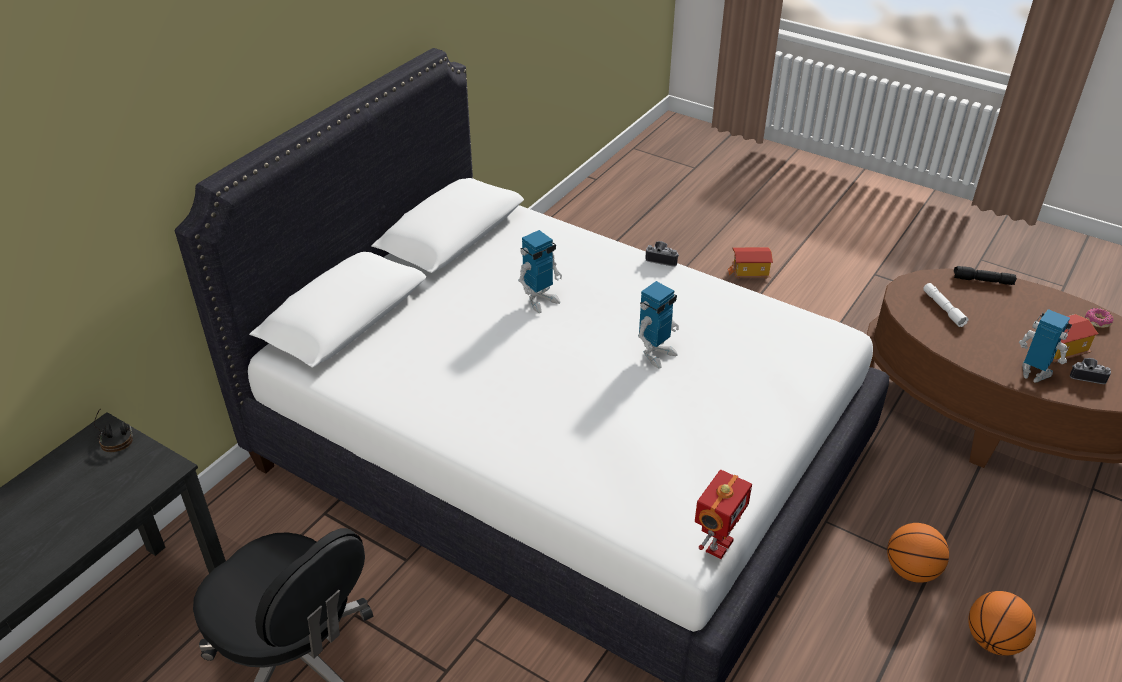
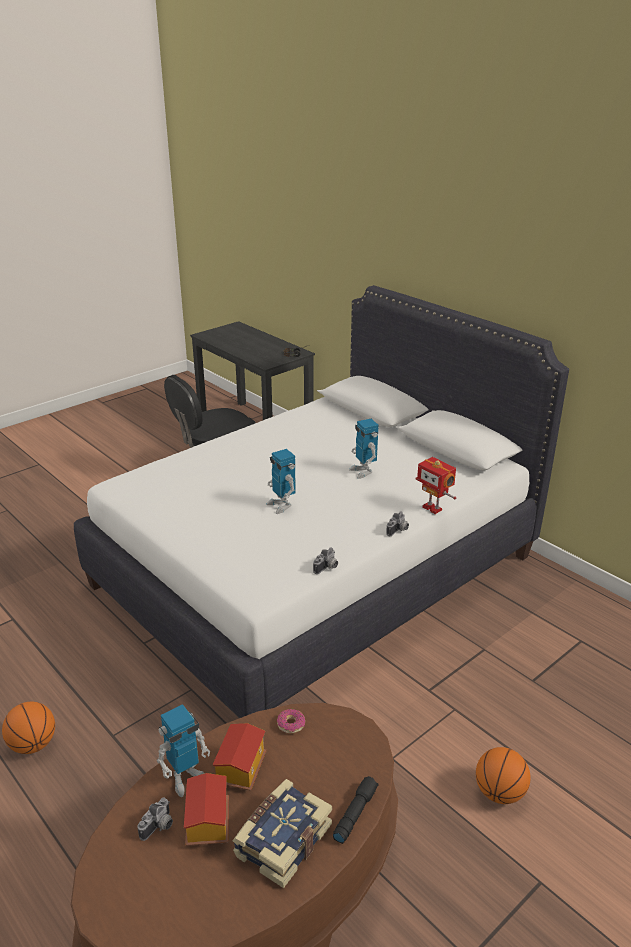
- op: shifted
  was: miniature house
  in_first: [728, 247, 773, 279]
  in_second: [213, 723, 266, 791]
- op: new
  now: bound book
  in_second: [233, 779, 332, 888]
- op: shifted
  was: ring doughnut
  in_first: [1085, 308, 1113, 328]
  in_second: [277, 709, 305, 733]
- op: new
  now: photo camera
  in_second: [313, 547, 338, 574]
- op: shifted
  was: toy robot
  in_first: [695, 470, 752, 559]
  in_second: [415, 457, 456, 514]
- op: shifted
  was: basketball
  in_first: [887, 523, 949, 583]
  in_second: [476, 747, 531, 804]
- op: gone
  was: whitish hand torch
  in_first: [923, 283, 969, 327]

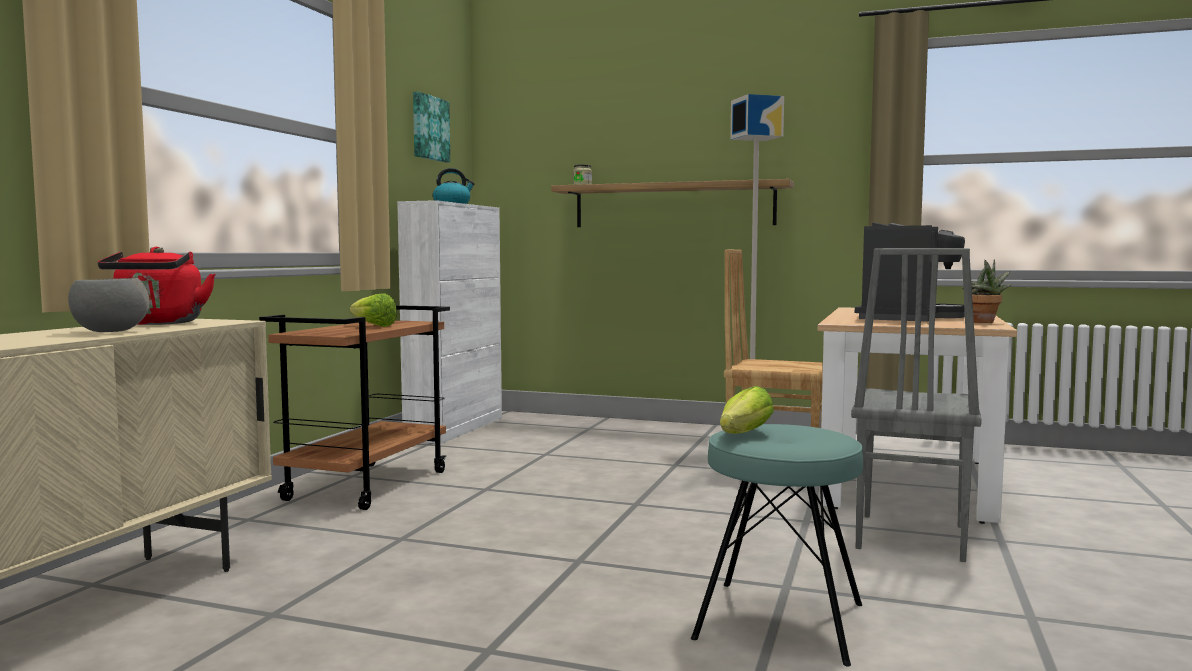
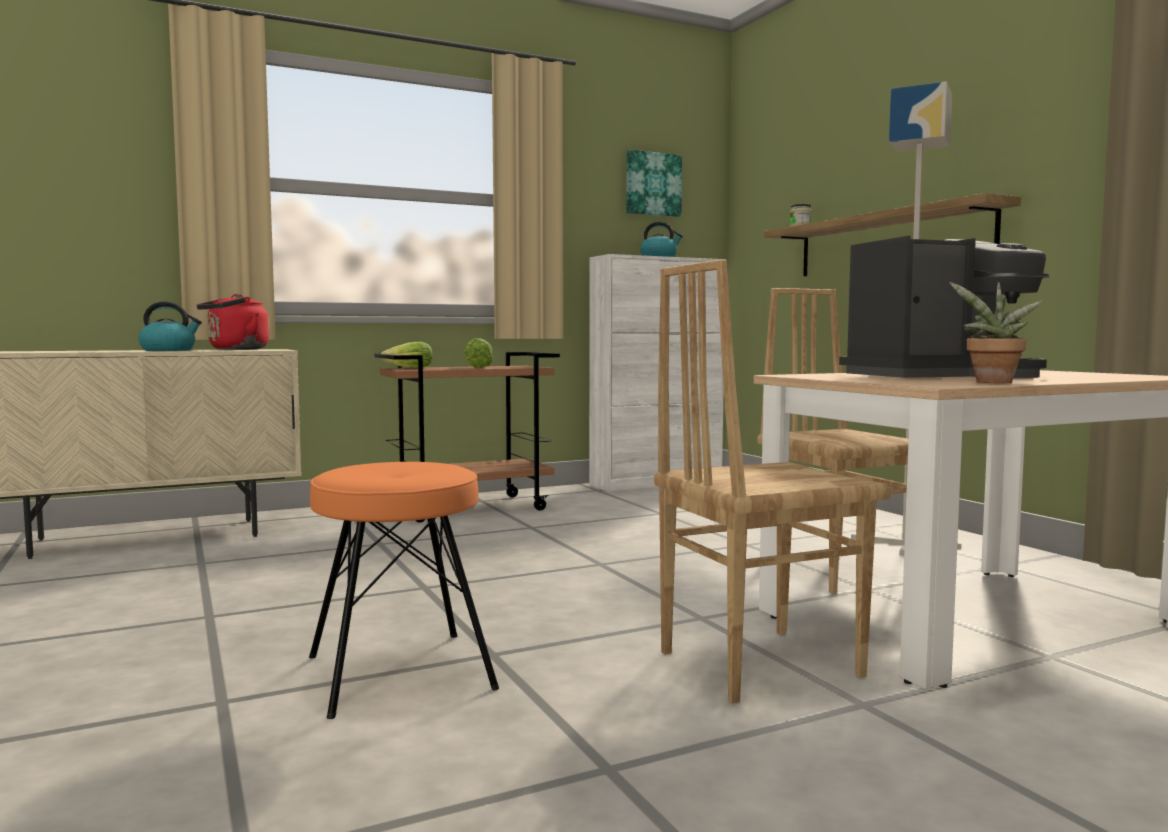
- op: swapped
  was: grey bowl
  now: water kettle
  in_first: [68, 278, 150, 332]
  in_second: [138, 302, 202, 351]
- op: repainted
  was: turquoise-coloured stool
  now: orange-coloured stool
  in_first: [691, 424, 863, 667]
  in_second: [309, 462, 499, 719]
- op: shifted
  was: lettuce head
  in_first: [720, 386, 774, 434]
  in_second: [381, 342, 433, 368]
- op: repainted
  was: grey plain chair
  now: brown-coloured plain chair
  in_first: [851, 248, 982, 562]
  in_second: [654, 259, 891, 704]

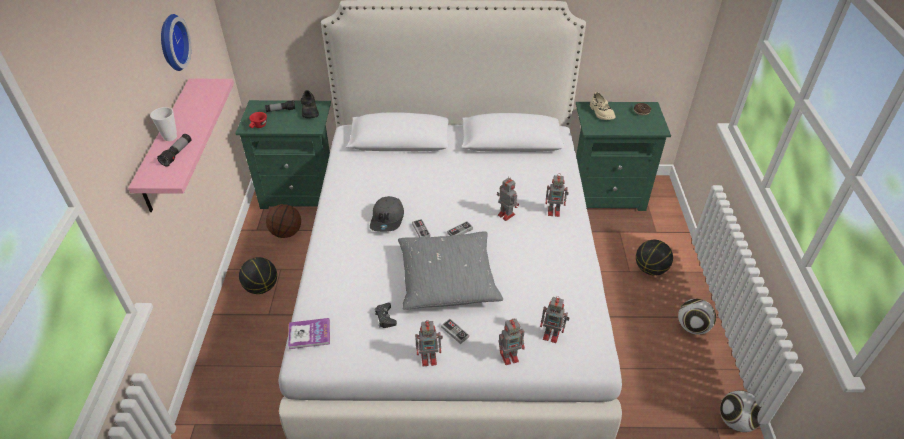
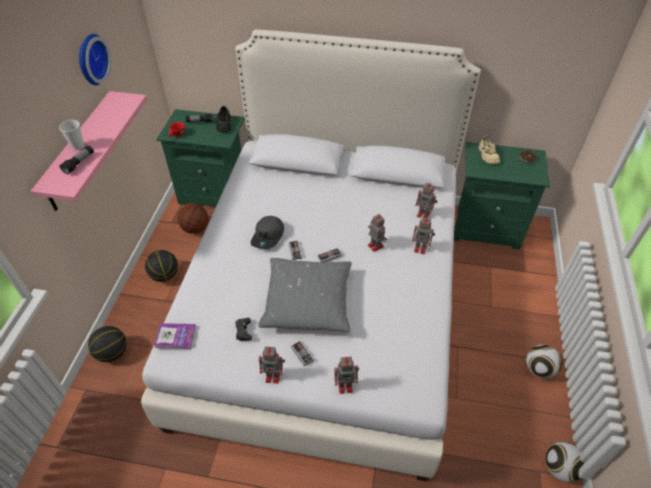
- op: shifted
  was: basketball
  in_first: [636, 240, 673, 276]
  in_second: [88, 326, 126, 362]
- op: shifted
  was: toy robot
  in_first: [540, 296, 569, 343]
  in_second: [415, 182, 437, 218]

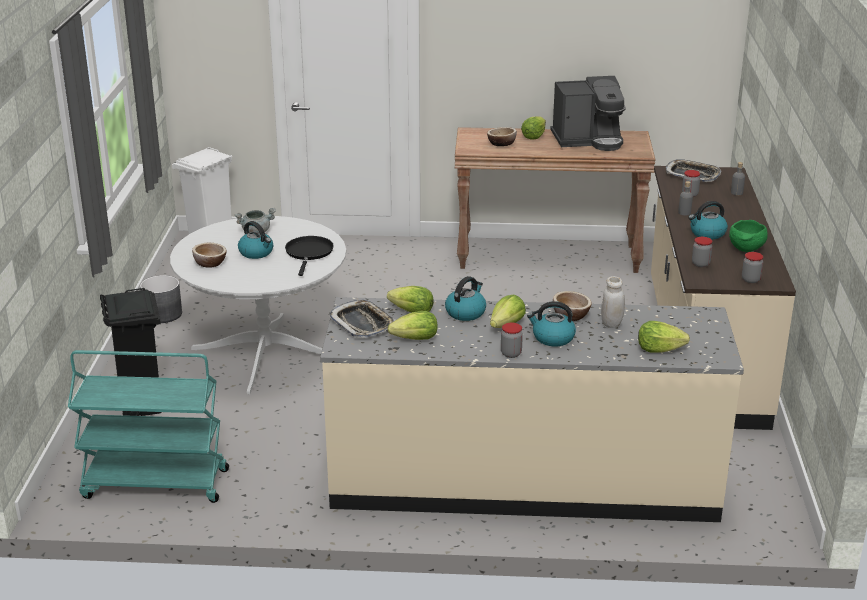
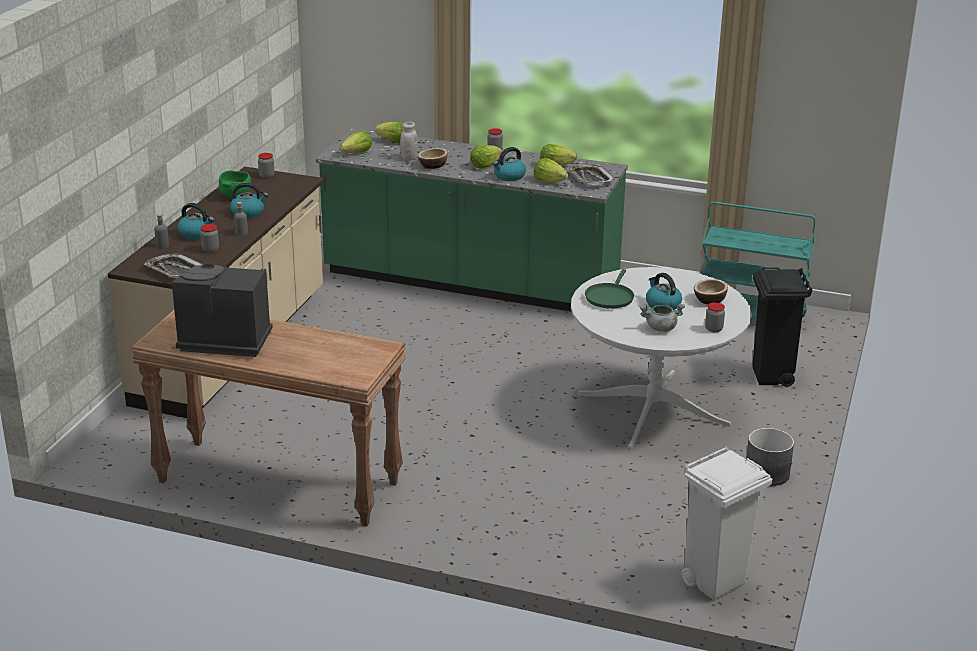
- op: shifted
  was: water kettle
  in_first: [527, 301, 576, 346]
  in_second: [178, 203, 214, 240]
- op: repainted
  was: beige kitchen base unit
  now: green kitchen base unit
  in_first: [320, 297, 744, 522]
  in_second: [316, 128, 628, 312]
- op: shifted
  was: lettuce head
  in_first: [521, 116, 546, 140]
  in_second: [340, 131, 372, 153]
- op: repainted
  was: black skillet
  now: green skillet
  in_first: [285, 236, 334, 276]
  in_second: [585, 269, 634, 309]
- op: shifted
  was: storage jar
  in_first: [692, 237, 712, 267]
  in_second: [705, 302, 725, 332]
- op: gone
  was: bowl
  in_first: [487, 127, 517, 146]

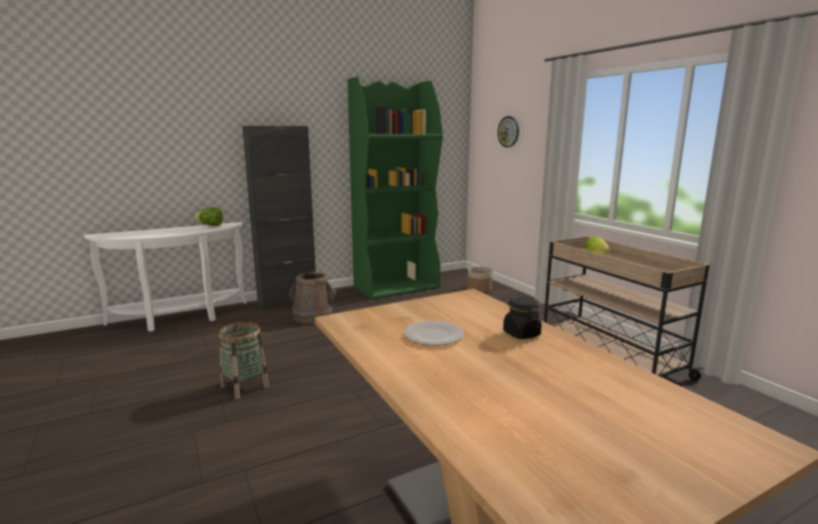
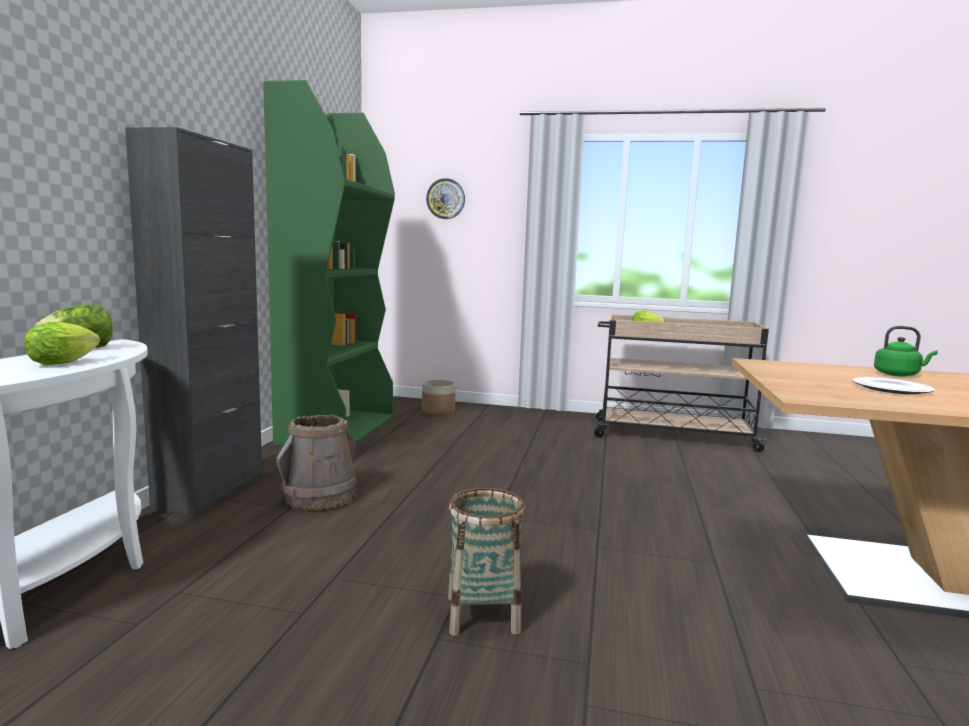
- op: new
  now: lettuce head
  in_second: [24, 322, 100, 365]
- op: swapped
  was: black storage jar
  now: green water kettle
  in_first: [503, 297, 542, 339]
  in_second: [874, 326, 938, 377]

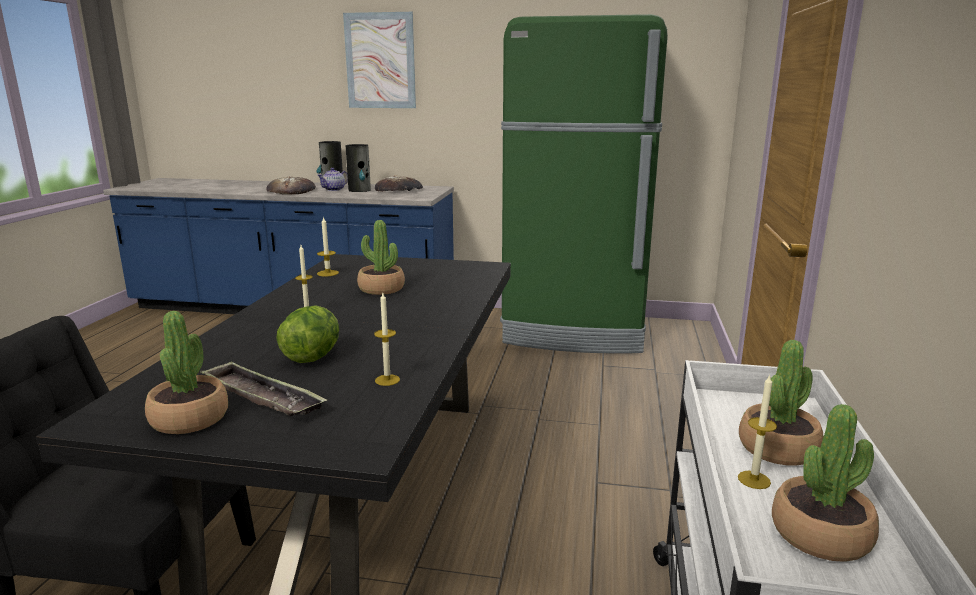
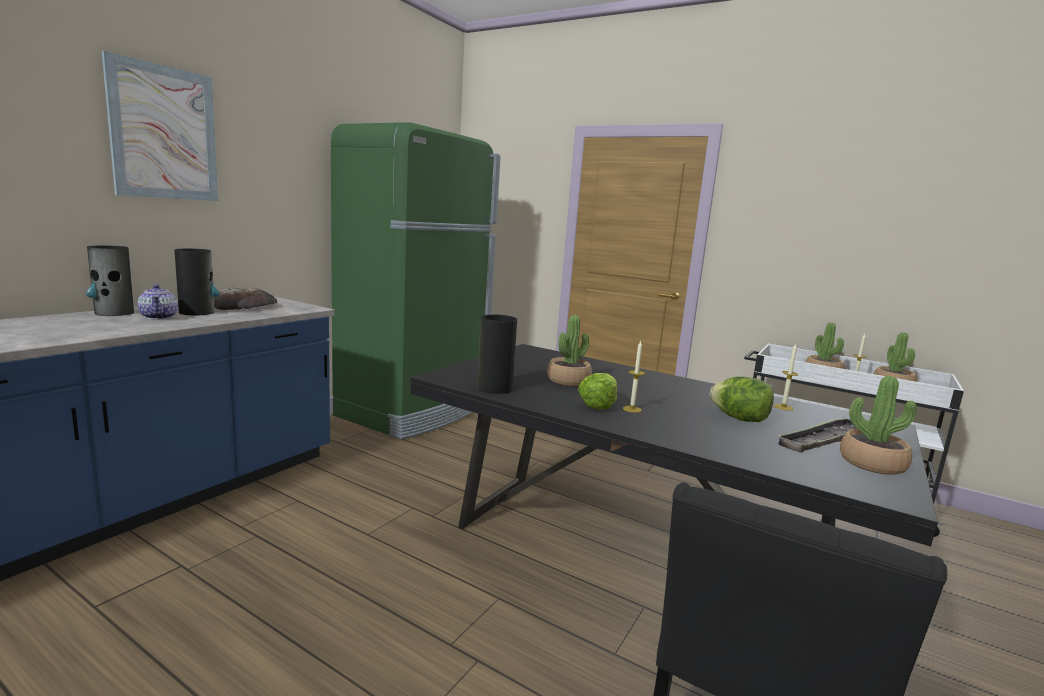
- op: swapped
  was: wax light
  now: decorative vase
  in_first: [317, 216, 339, 277]
  in_second: [477, 314, 517, 394]
- op: new
  now: lettuce head
  in_second: [578, 373, 617, 410]
- op: gone
  was: bread
  in_first: [266, 176, 316, 195]

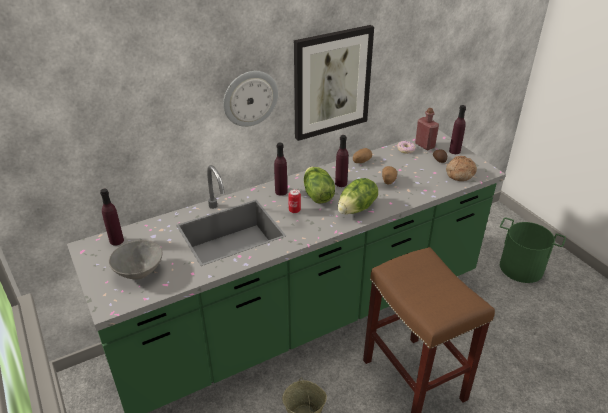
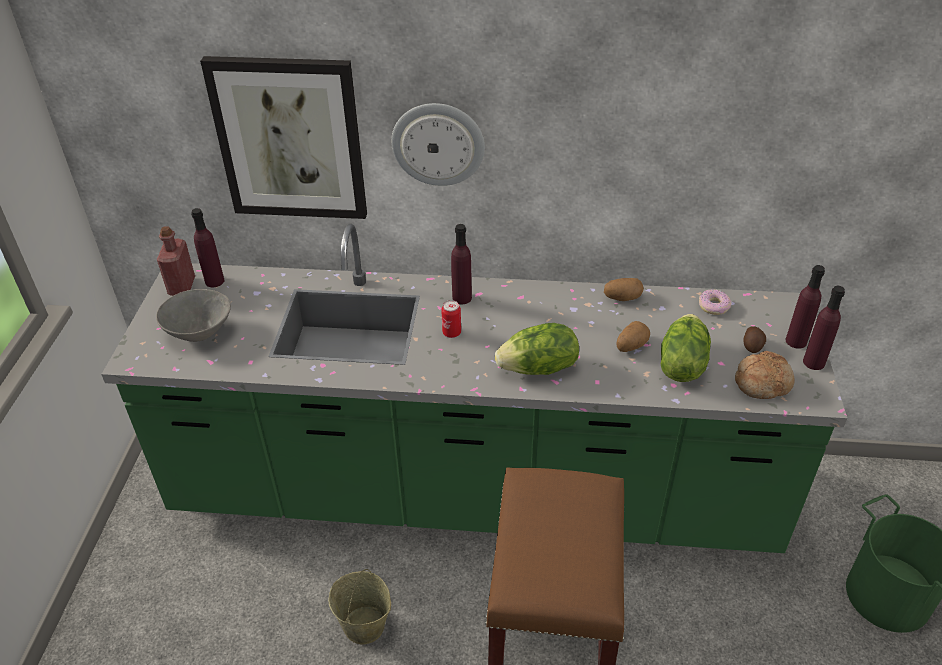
- op: shifted
  was: reddish drink bottle
  in_first: [415, 108, 439, 150]
  in_second: [157, 226, 195, 296]
- op: shifted
  was: wall picture
  in_first: [294, 25, 374, 141]
  in_second: [200, 56, 367, 219]
- op: shifted
  was: lettuce head
  in_first: [304, 167, 335, 204]
  in_second: [661, 314, 711, 382]
- op: shifted
  was: purple drink bottle
  in_first: [335, 135, 349, 187]
  in_second: [803, 286, 845, 370]

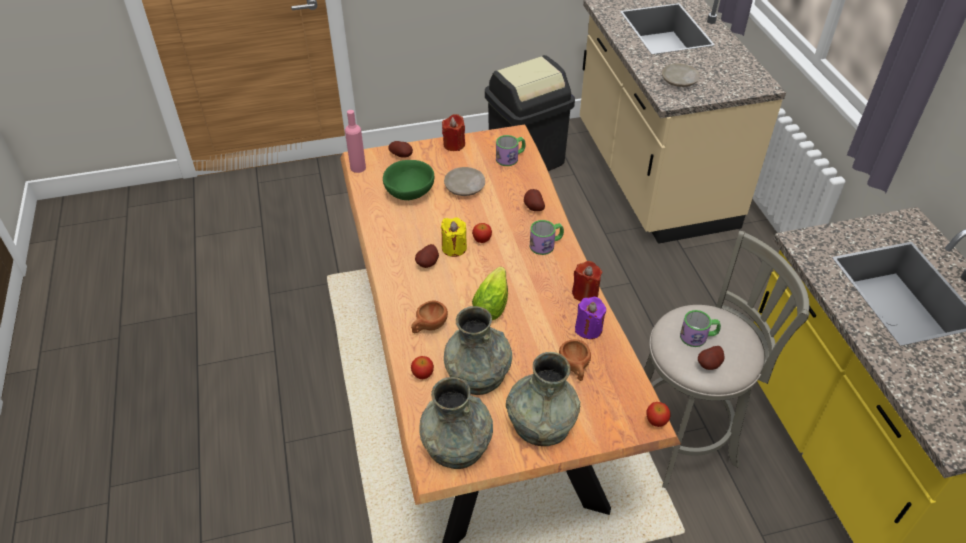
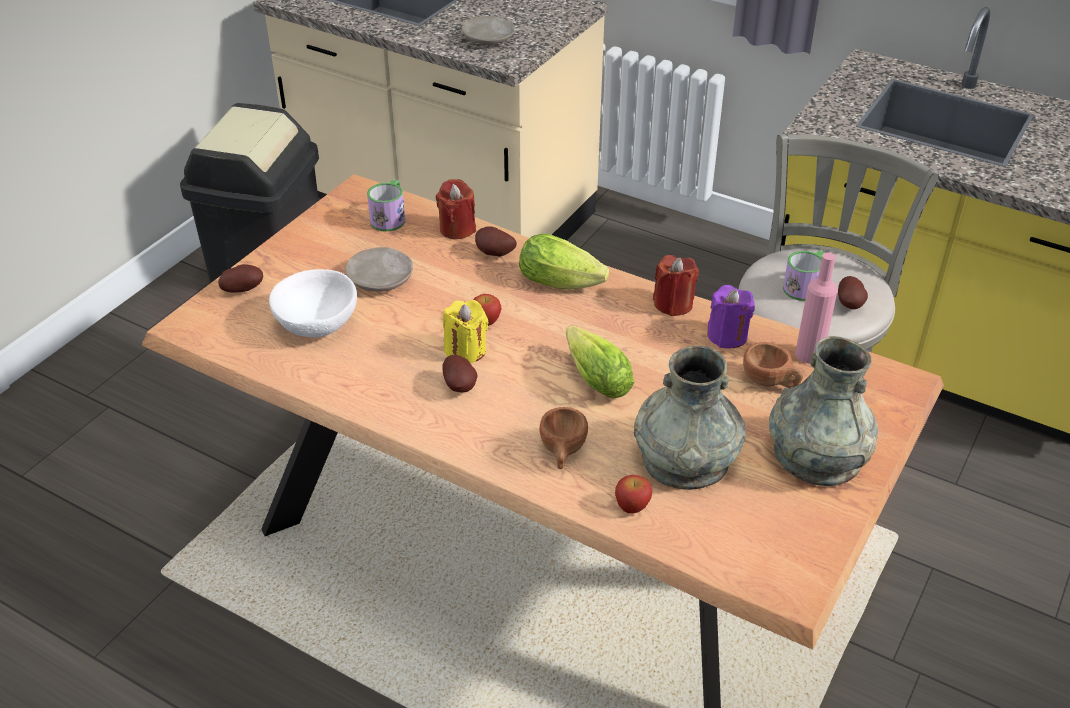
- op: repainted
  was: green bowl
  now: whitish bowl
  in_first: [383, 160, 434, 200]
  in_second: [269, 269, 357, 338]
- op: shifted
  was: reddish wax light
  in_first: [442, 114, 465, 151]
  in_second: [436, 179, 476, 239]
- op: swapped
  was: mug
  now: lettuce head
  in_first: [530, 220, 564, 255]
  in_second: [519, 233, 609, 289]
- op: shifted
  was: pink-coloured drink bottle
  in_first: [345, 110, 366, 173]
  in_second: [795, 253, 837, 364]
- op: gone
  was: grey decorative vase
  in_first: [419, 377, 493, 469]
- op: gone
  was: apple fruit
  in_first: [646, 402, 670, 427]

